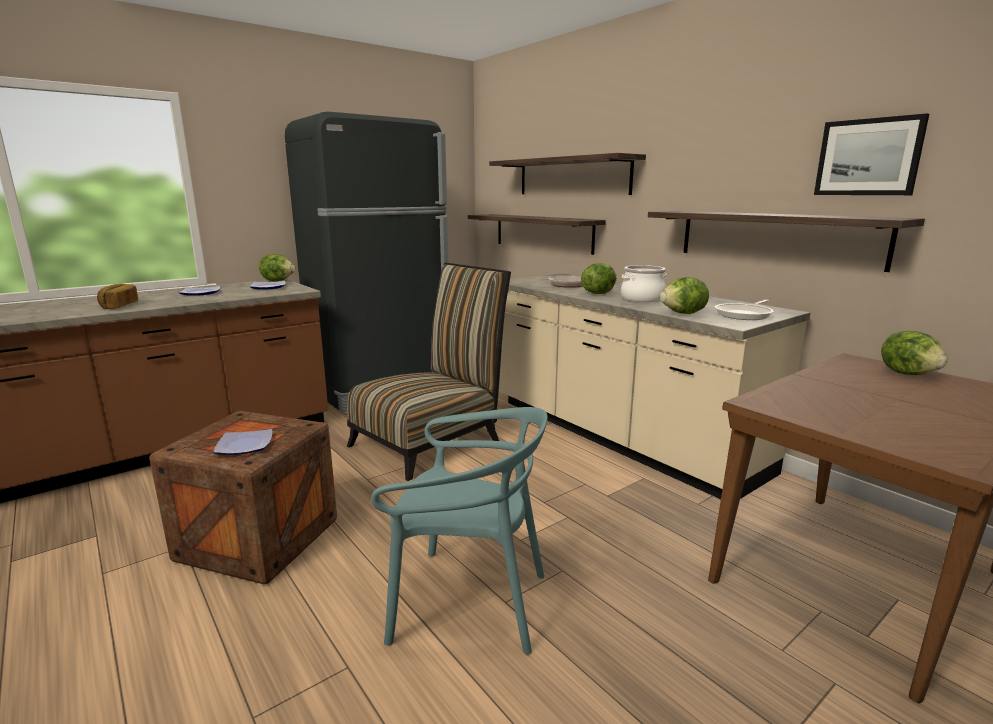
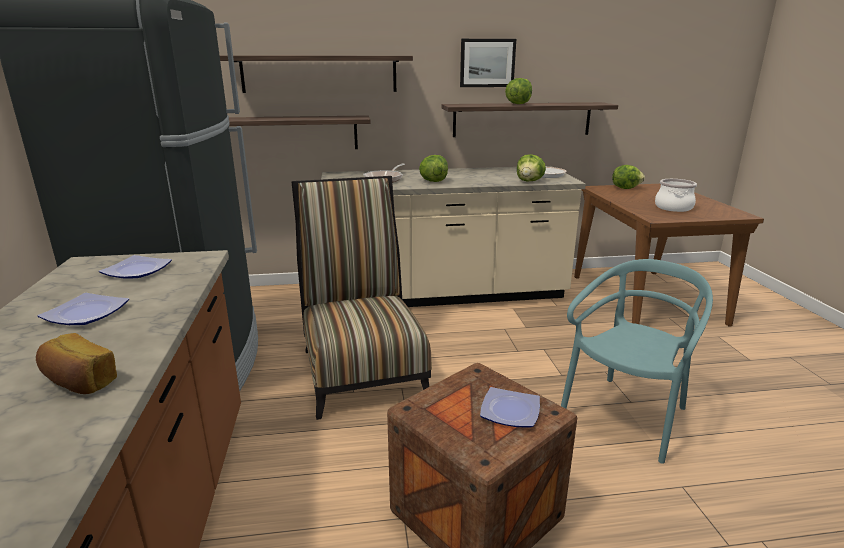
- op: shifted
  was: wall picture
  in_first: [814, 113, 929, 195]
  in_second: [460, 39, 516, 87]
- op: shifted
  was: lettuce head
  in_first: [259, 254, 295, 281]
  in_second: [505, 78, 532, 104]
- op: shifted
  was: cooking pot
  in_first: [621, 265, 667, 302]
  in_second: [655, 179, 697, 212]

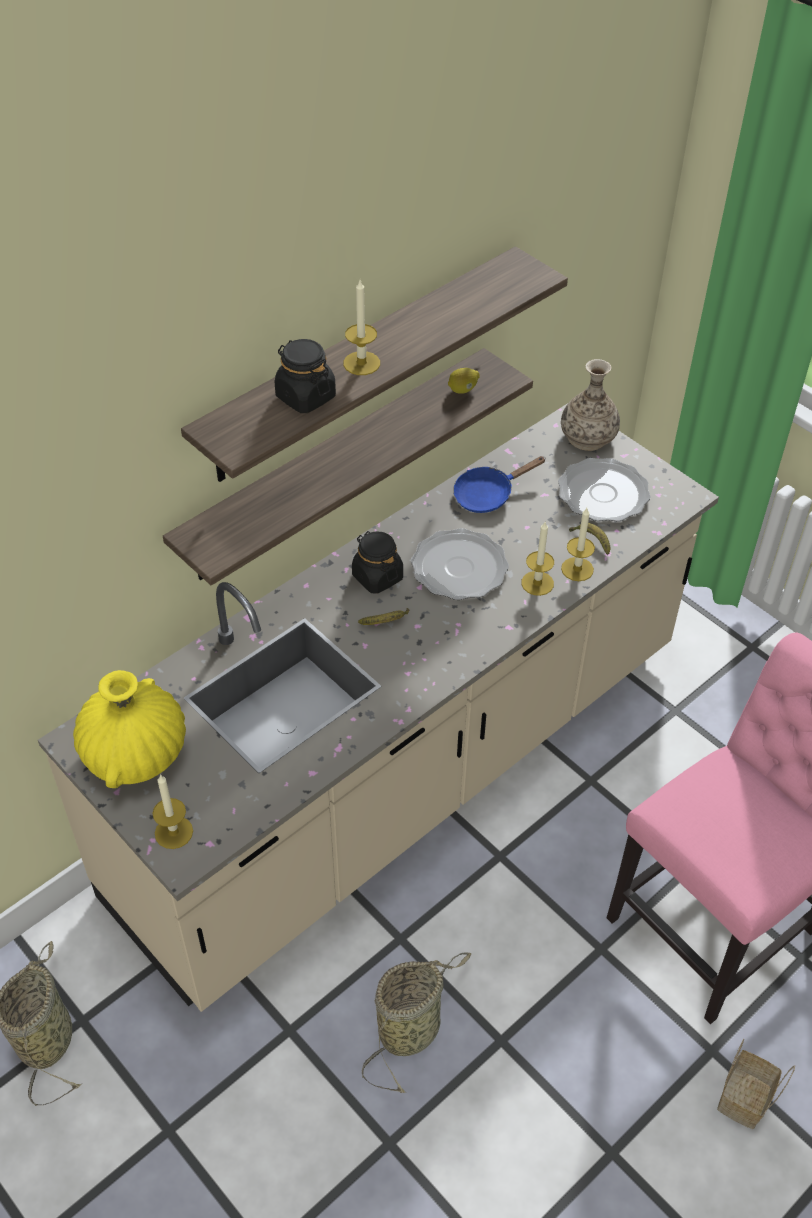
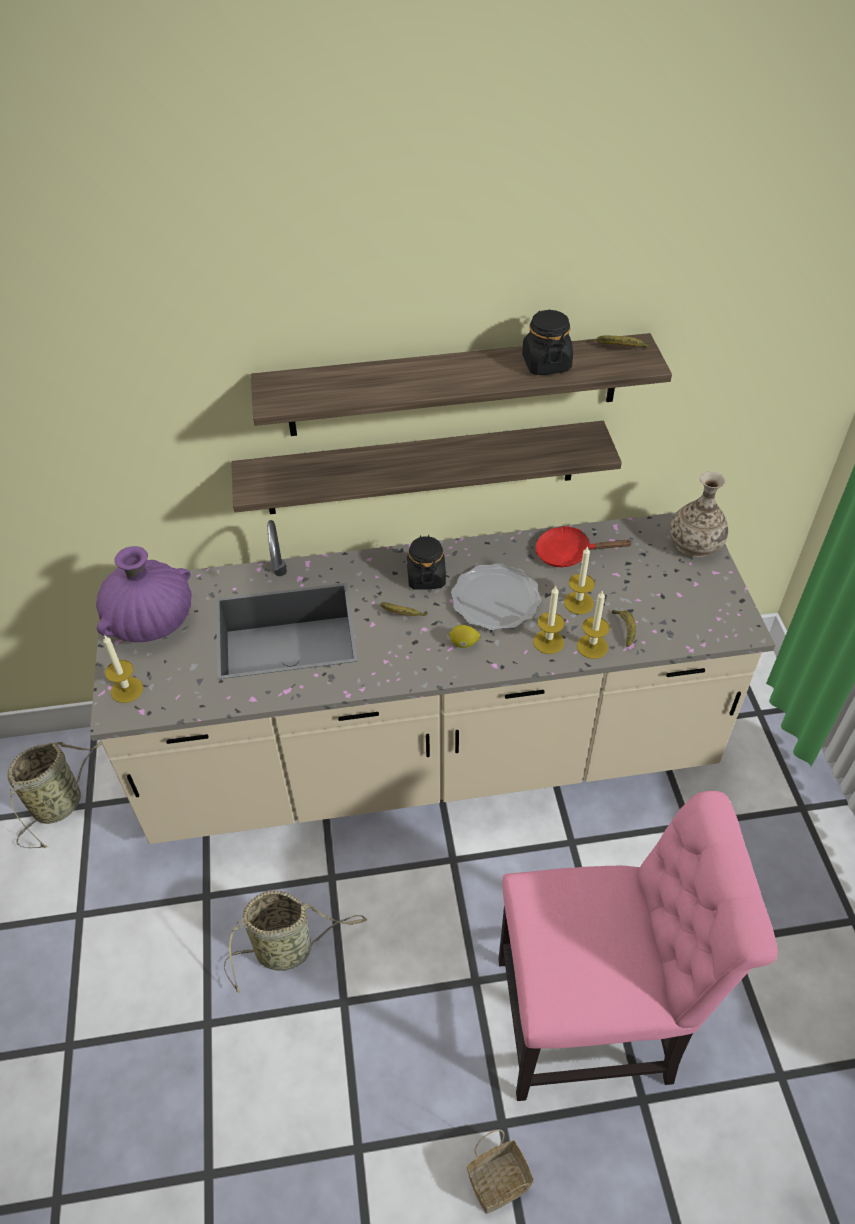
- op: repainted
  was: yellow decorative vase
  now: purple decorative vase
  in_first: [73, 670, 186, 788]
  in_second: [96, 546, 192, 642]
- op: shifted
  was: lemon
  in_first: [448, 368, 480, 394]
  in_second: [449, 625, 480, 648]
- op: shifted
  was: black storage jar
  in_first: [275, 339, 336, 413]
  in_second: [522, 310, 573, 375]
- op: repainted
  was: blue-coloured skillet
  now: reddish skillet
  in_first: [453, 456, 546, 513]
  in_second: [535, 526, 632, 568]
- op: shifted
  was: wax light
  in_first: [343, 280, 380, 375]
  in_second: [564, 546, 595, 614]
- op: new
  now: whole banana
  in_second: [596, 335, 650, 348]
- op: gone
  was: dinner plate
  in_first: [558, 458, 651, 522]

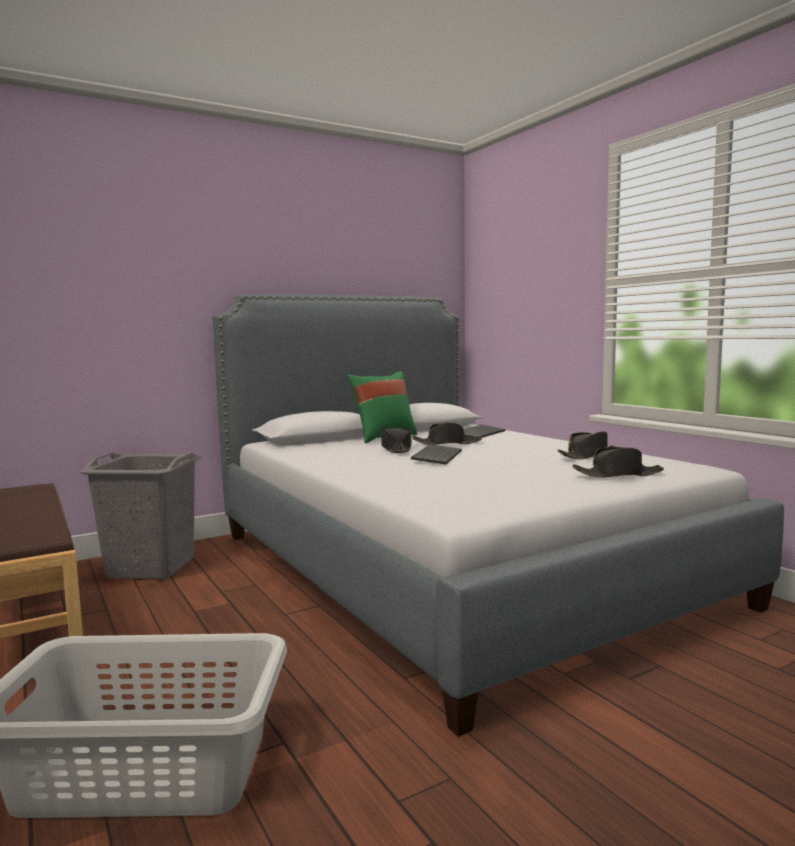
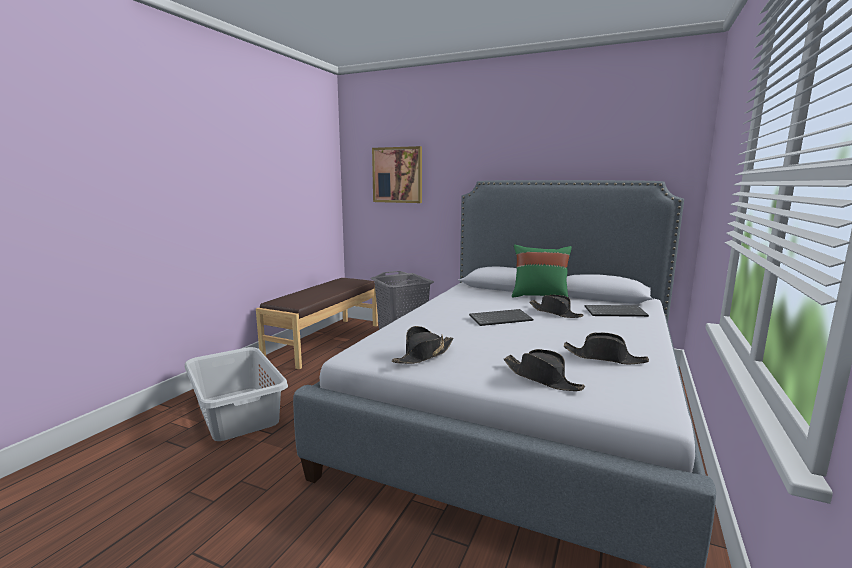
- op: new
  now: wall picture
  in_second: [372, 146, 422, 203]
- op: shifted
  was: black wearable hat
  in_first: [381, 425, 412, 453]
  in_second: [392, 326, 454, 364]

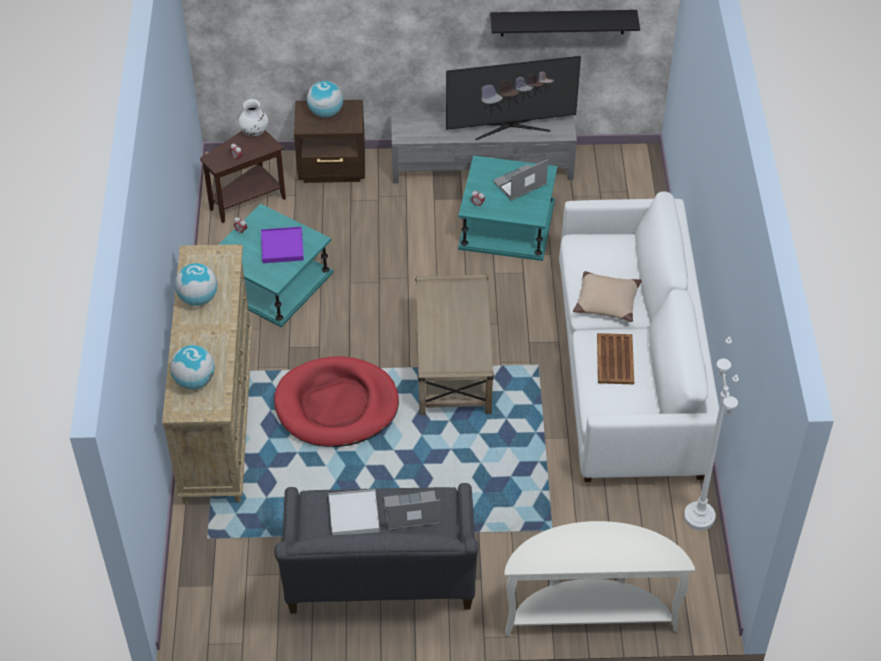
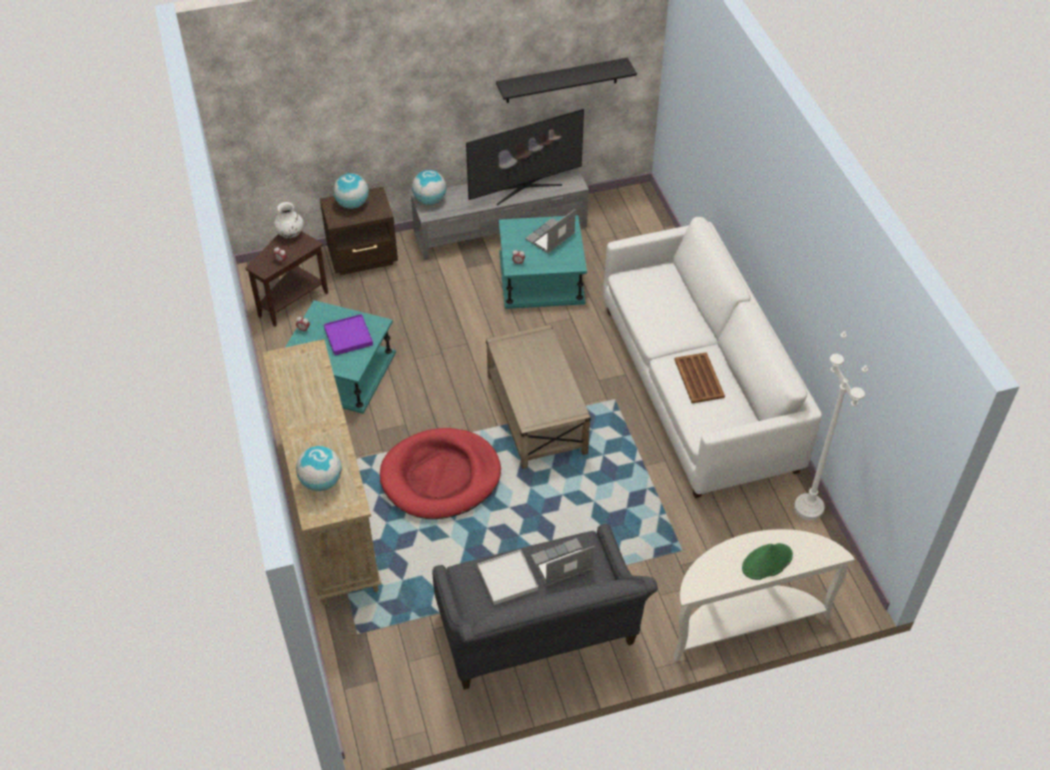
- op: shifted
  was: desk globe
  in_first: [175, 263, 218, 306]
  in_second: [412, 170, 446, 205]
- op: new
  now: green wearable hat
  in_second: [742, 543, 793, 580]
- op: gone
  was: beige pillow
  in_first: [573, 271, 642, 322]

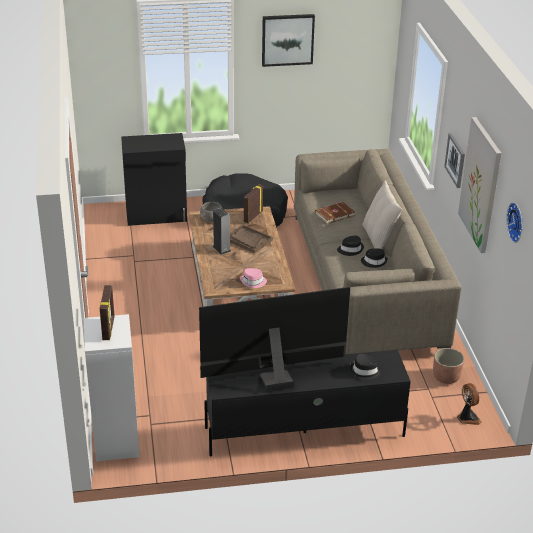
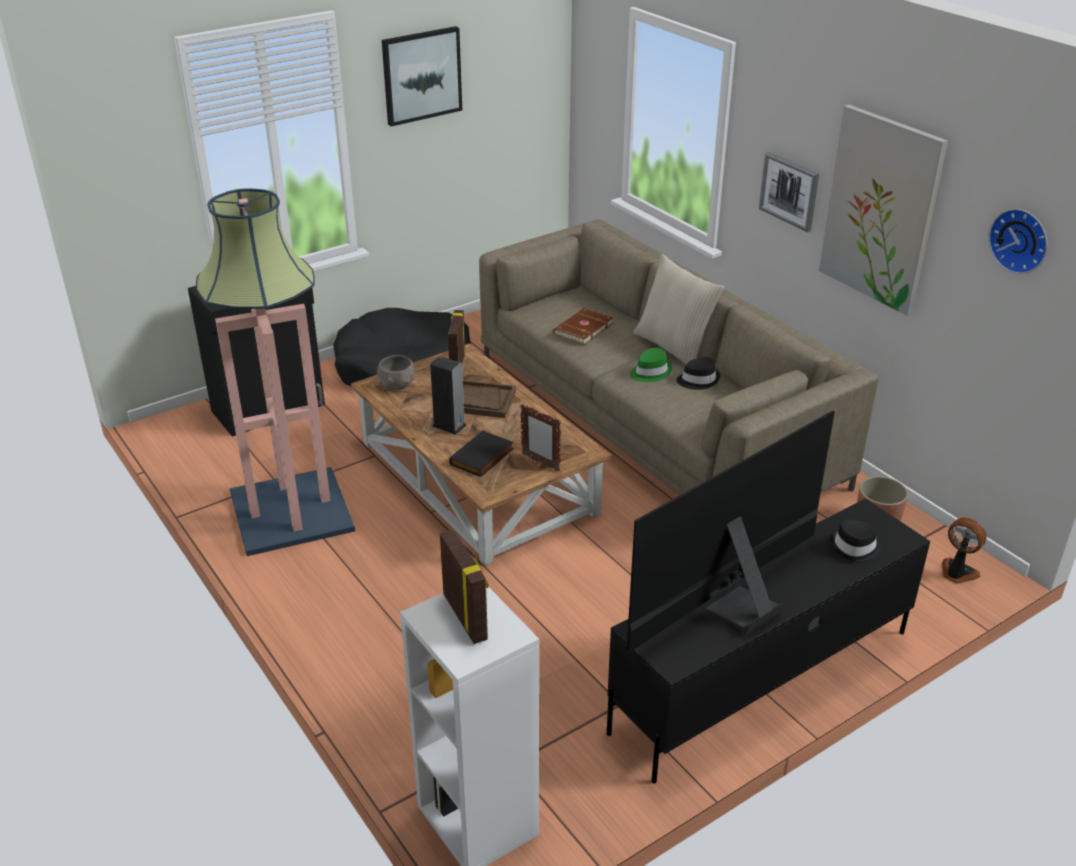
- op: new
  now: standard lamp
  in_second: [196, 188, 355, 556]
- op: new
  now: black bound book
  in_second: [449, 430, 514, 477]
- op: swapped
  was: pink-coloured wearable hat
  now: picture frame
  in_first: [240, 268, 267, 288]
  in_second: [520, 404, 561, 472]
- op: repainted
  was: black wearable hat
  now: green wearable hat
  in_first: [337, 235, 364, 256]
  in_second: [630, 348, 672, 382]

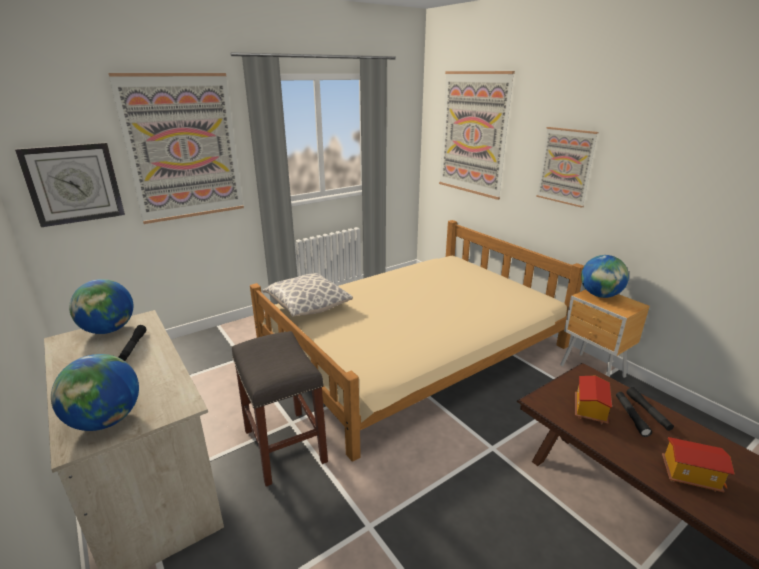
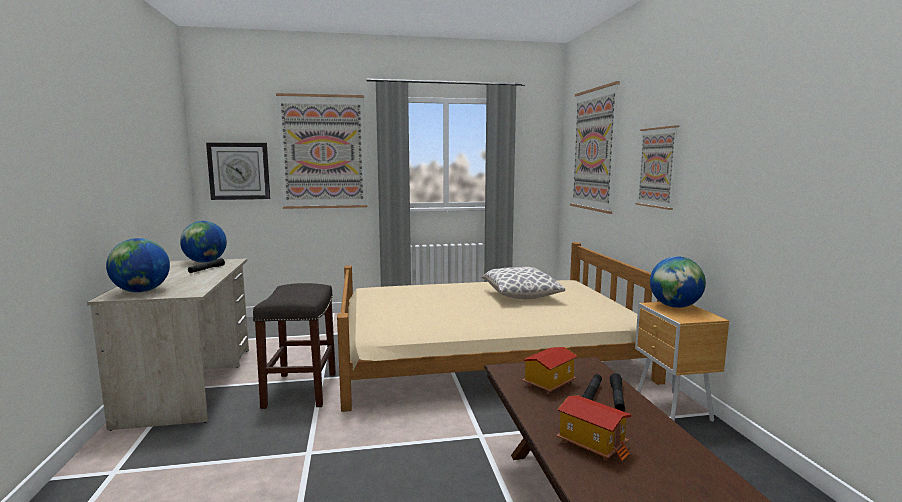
- op: shifted
  was: pillow
  in_first: [263, 273, 353, 317]
  in_second: [482, 267, 565, 299]

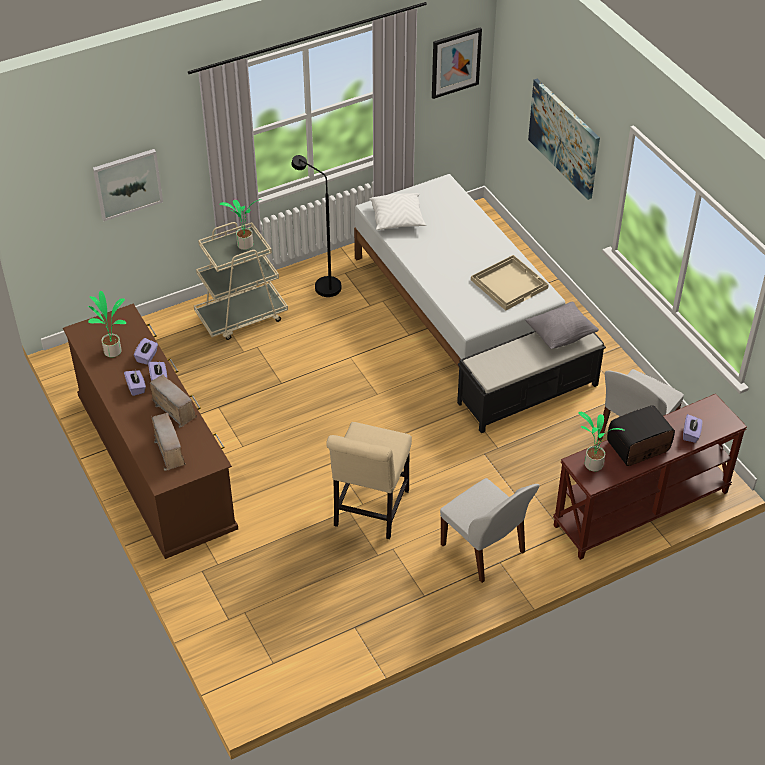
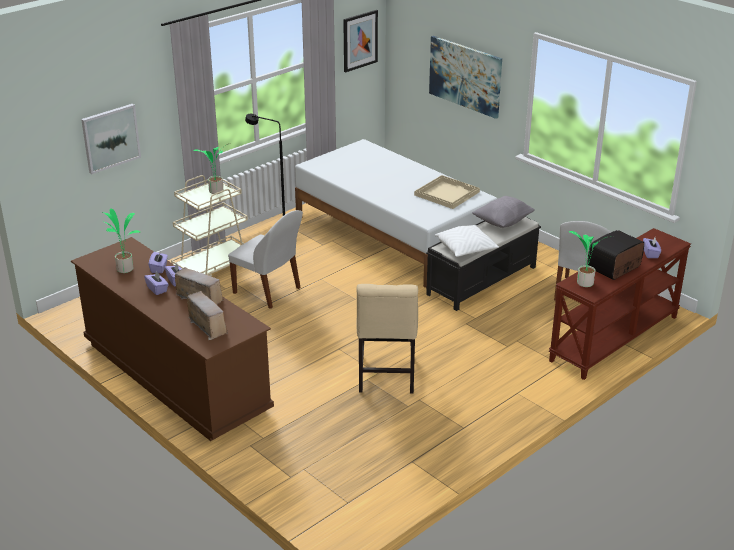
- op: shifted
  was: whitish plain chair
  in_first: [440, 478, 539, 583]
  in_second: [228, 210, 303, 309]
- op: shifted
  was: whitish pillow
  in_first: [369, 193, 426, 230]
  in_second: [435, 225, 499, 257]

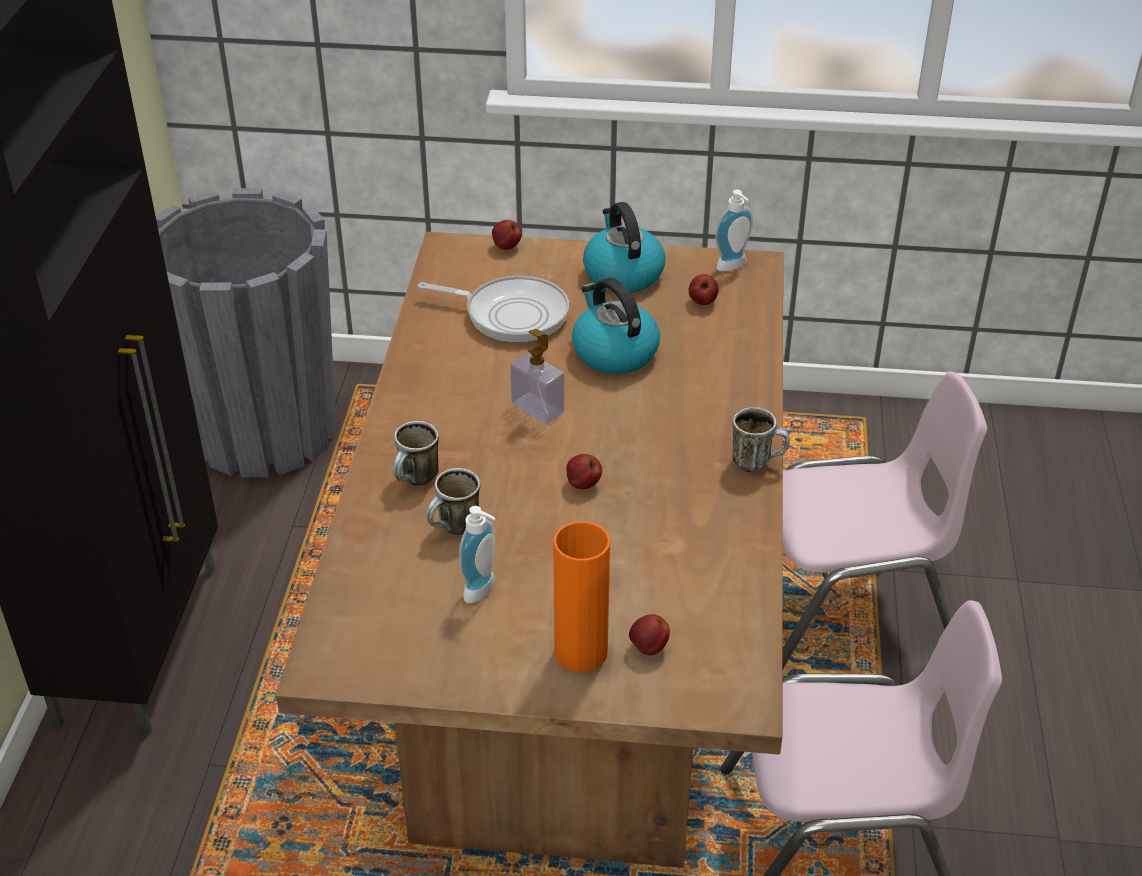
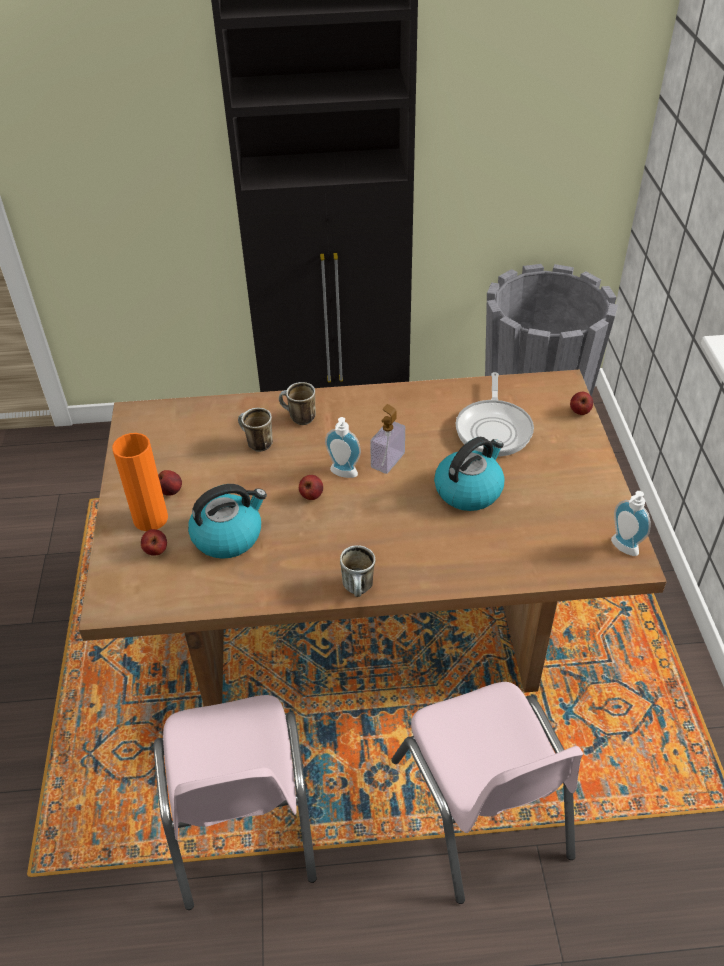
- op: shifted
  was: apple fruit
  in_first: [689, 274, 718, 305]
  in_second: [158, 470, 182, 496]
- op: shifted
  was: water kettle
  in_first: [583, 202, 666, 293]
  in_second: [188, 484, 267, 559]
- op: shifted
  was: soap dispenser
  in_first: [459, 506, 496, 603]
  in_second: [325, 417, 361, 478]

